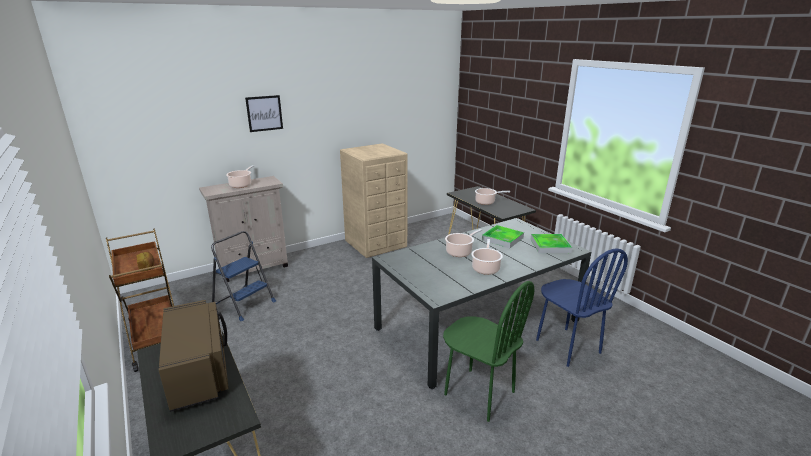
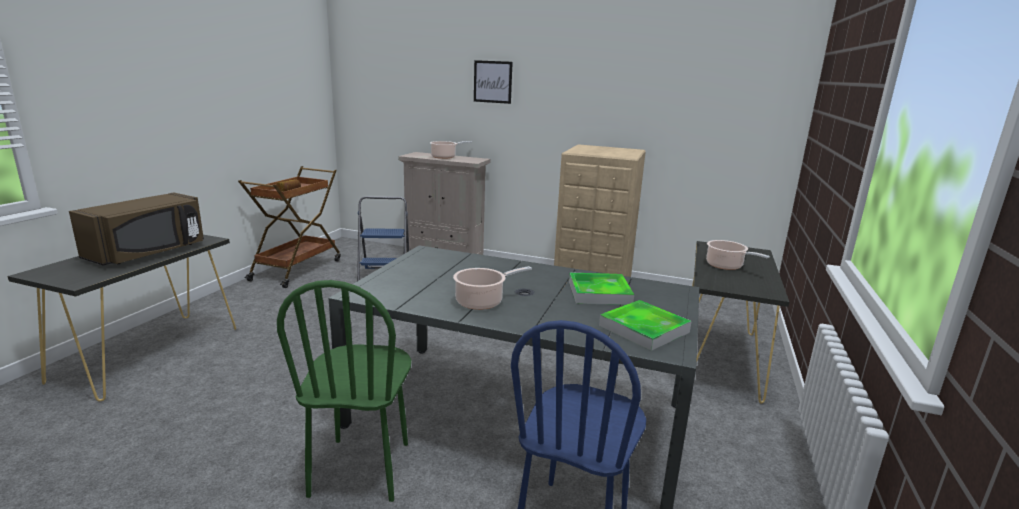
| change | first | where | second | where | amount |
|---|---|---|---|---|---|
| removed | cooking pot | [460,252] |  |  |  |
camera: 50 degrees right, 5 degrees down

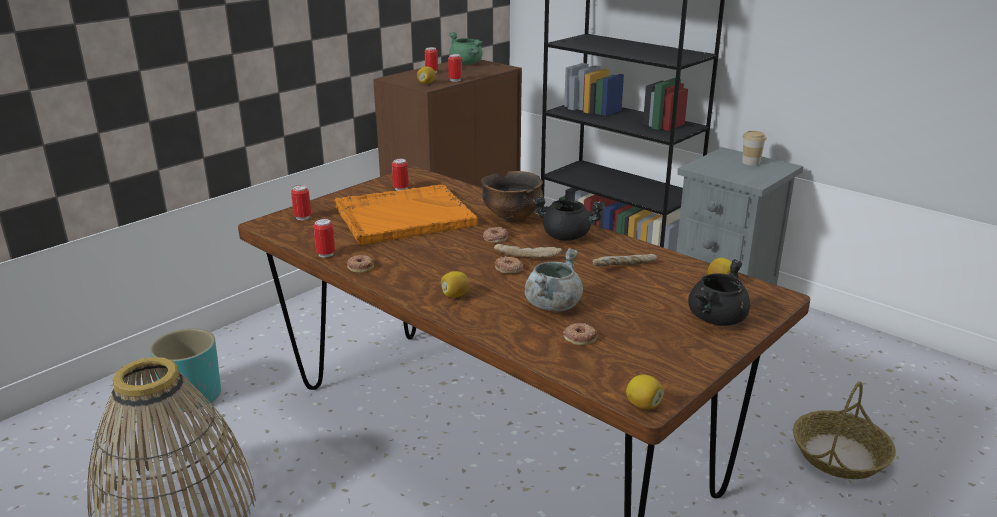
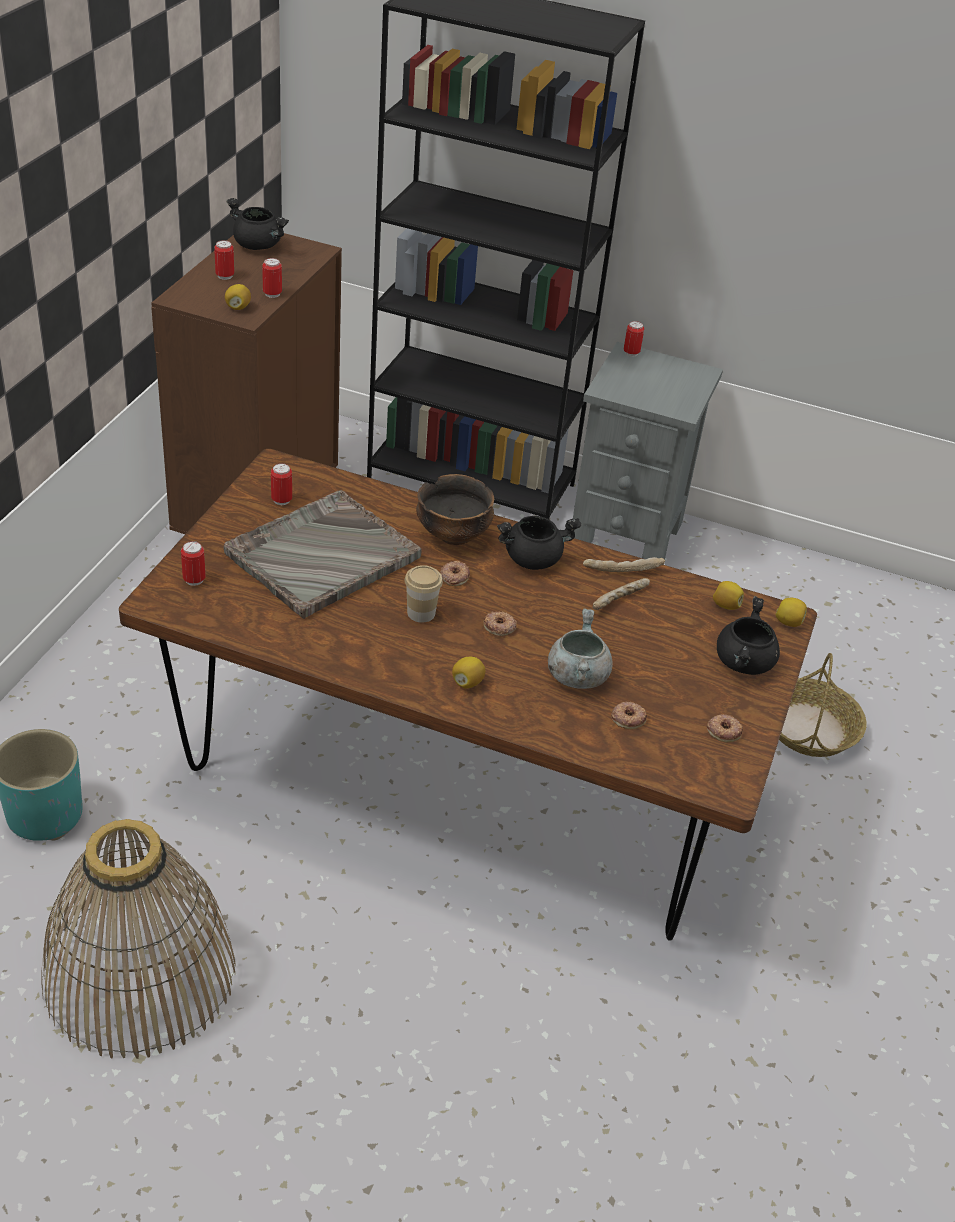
| change | first | where | second | where | amount |
|---|---|---|---|---|---|
| moved | can | [325,254] |  | [631,353] |  |
| moved | donut | [360,266] |  | [724,730] |  |
| moved | bread | [527,256] |  | [622,569] |  |
| moved | lemon | [643,405] |  | [788,622] |  |
| moved | cup | [750,162] |  | [421,613] |  |
| recoloured | orange tray | [403,216] | grey tray | [321,556] |  |
| recoloured | green cooking pot | [467,64] | black cooking pot | [259,245] |  |
camera: 25 degrees left, 15 degrees up

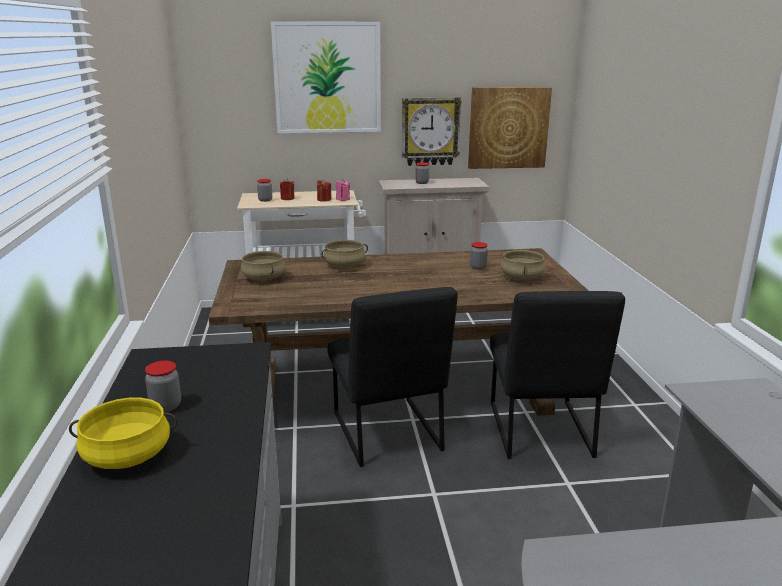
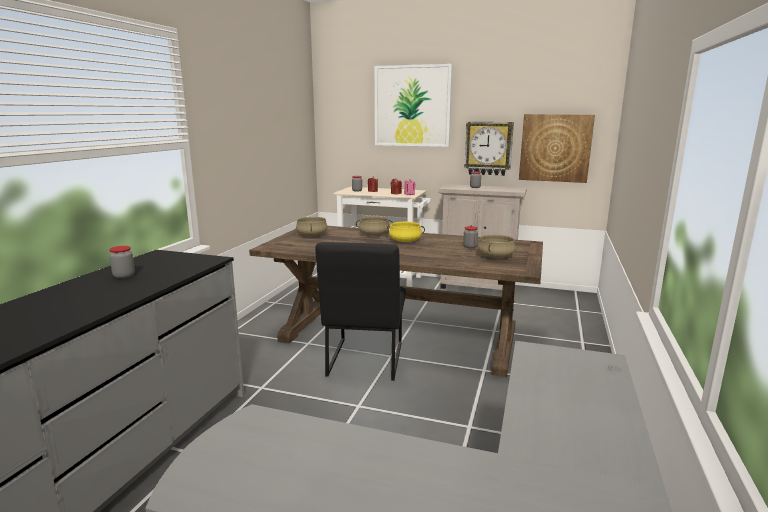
| change | first | where | second | where | amount |
|---|---|---|---|---|---|
| removed | black chair | [539,431] |  |  |  |
| moved | yellow cooking pot | [127,455] |  | [405,241] |  |
camera: 25 degrees right, 5 degrees down

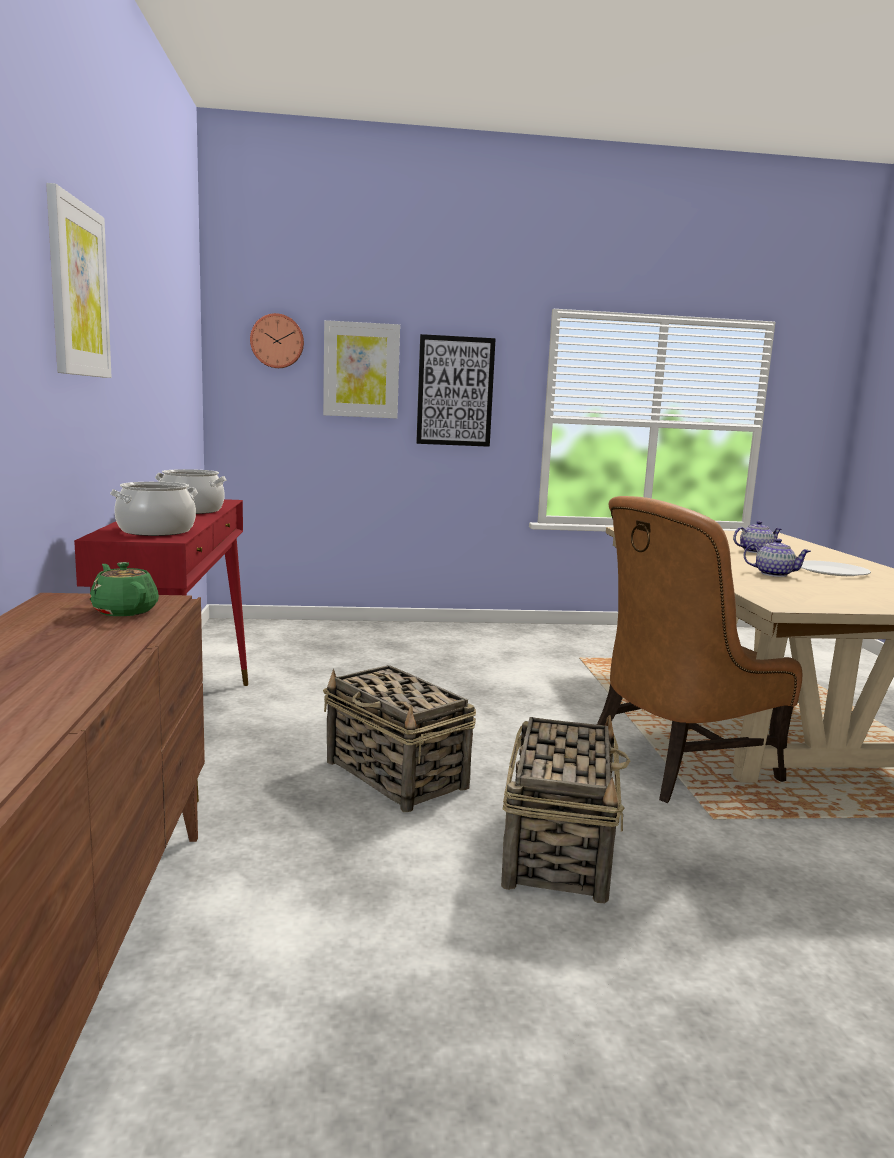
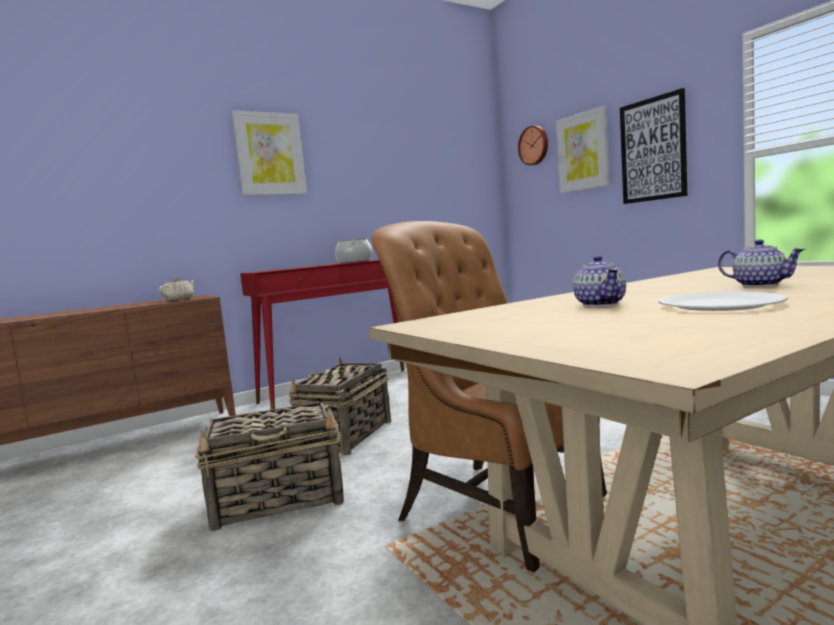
| change | first | where | second | where | amount |
|---|---|---|---|---|---|
| removed | cooking pot | [156,531] |  |  |  |
| recoloured | green teapot | [124,611] | beige teapot | [179,300] |  |
camera: 65 degrees right, 5 degrees down

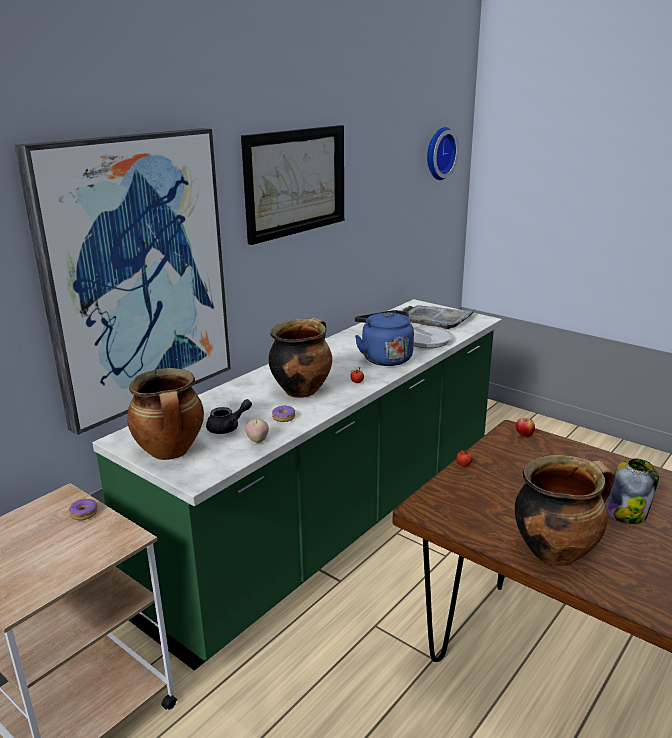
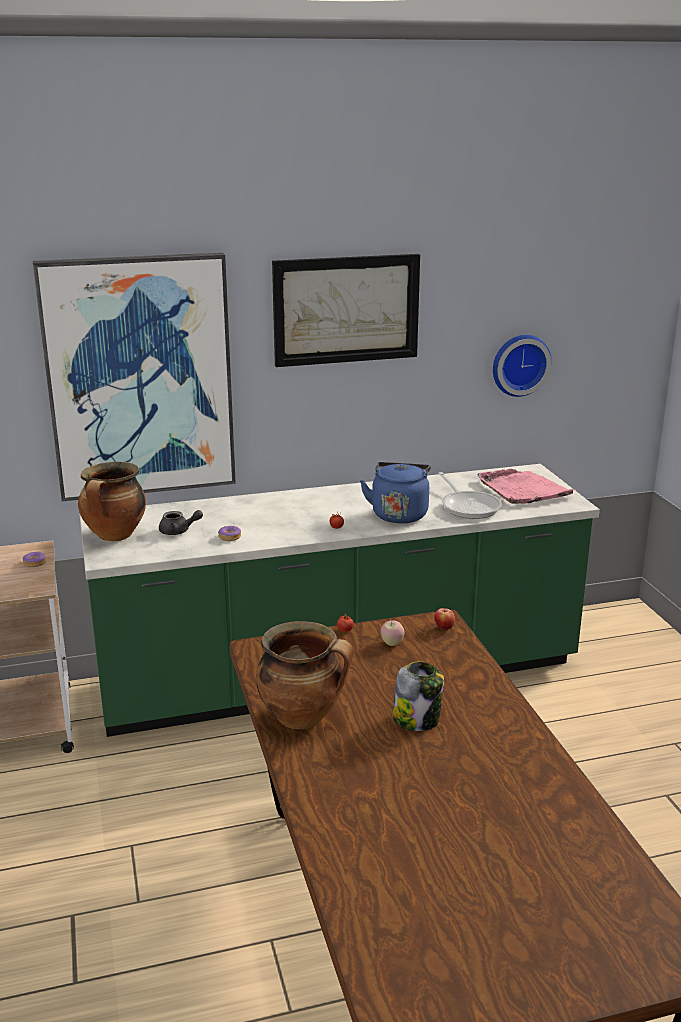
| change | first | where | second | where | amount |
|---|---|---|---|---|---|
| removed | cooking pot | [301,390] |  |  |  |
| moved | apple | [257,440] |  | [392,643] |  |
| moved | wall clock | [438,153] |  | [519,364] |  |
| recoloured | grey tray | [435,318] | pink tray | [523,490] |  |
camera: 35 degrees right, 0 degrees up

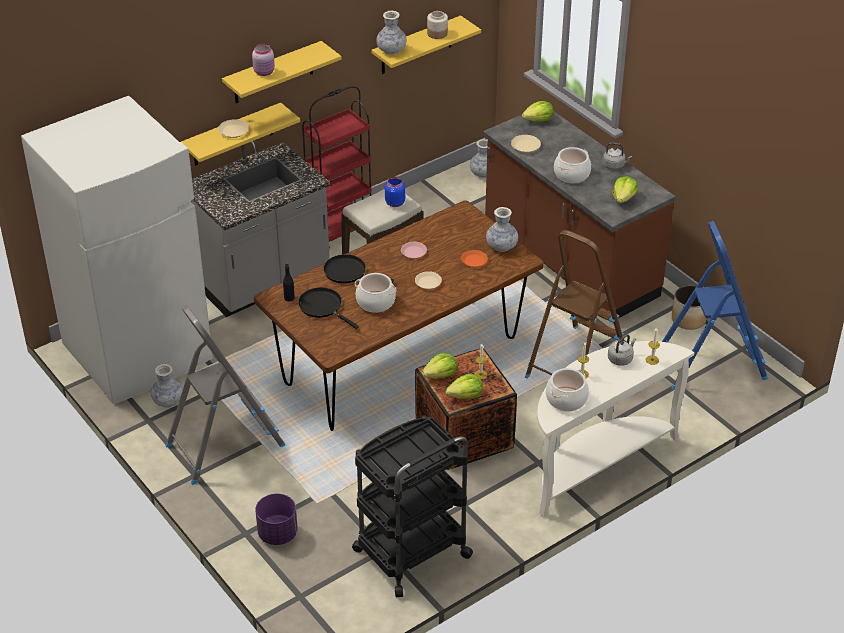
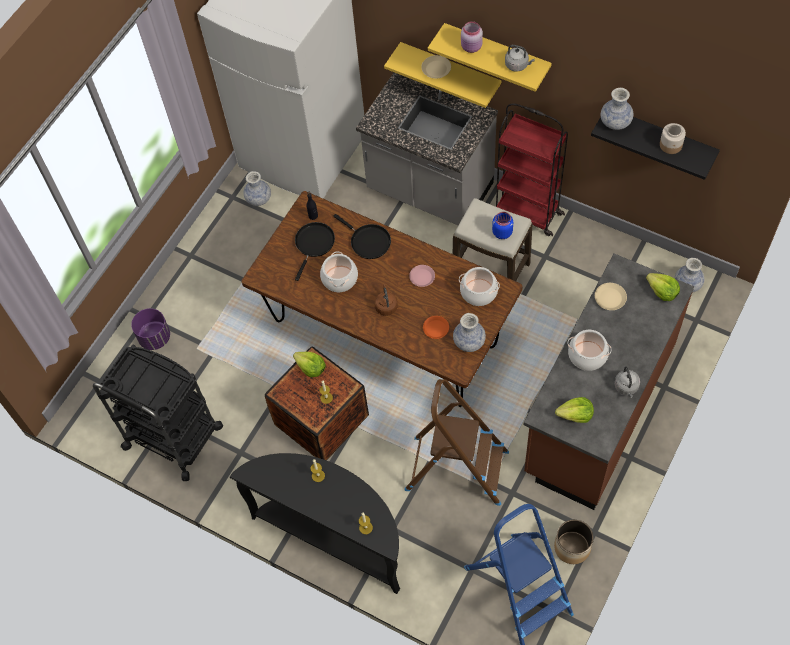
| change | first | where | second | where | amount |
|---|---|---|---|---|---|
| removed | grey step ladder | [226,445] |  |  |  |
| removed | lettuce | [466,396] |  |  |  |
| moved | cooking pot | [566,399] |  | [479,292] |  |
| moved | grey kettle | [621,359] |  | [518,65] |  |
| replaced | beige plate | [428,282] | brown kettle | [386,306] |  |
| recoloured | yellow shelf | [416,46] | black shelf | [659,138] |  |
| recoloured | white console table | [595,463] | black console table | [334,536] |  |
| turned | black frying pan | [348,272] |  | [368,241] | 135 degrees clockwise |
camera: 70 degrees right, 20 degrees up

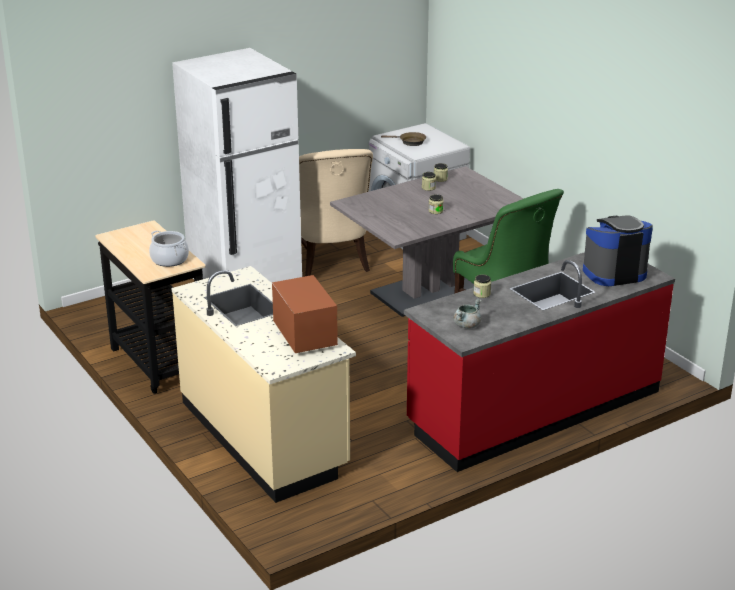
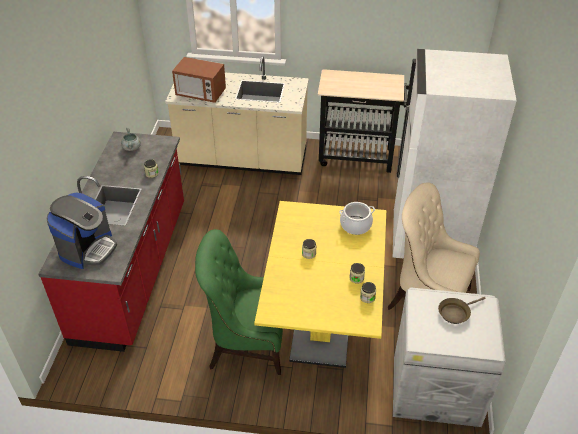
| change | first | where | second | where | amount |
|---|---|---|---|---|---|
| moved | cooking pot | [169,259] |  | [355,225] |  |
| recoloured | grey dining table | [430,291] | yellow dining table | [322,323] |  |
camera: 130 degrees right, 15 degrees up

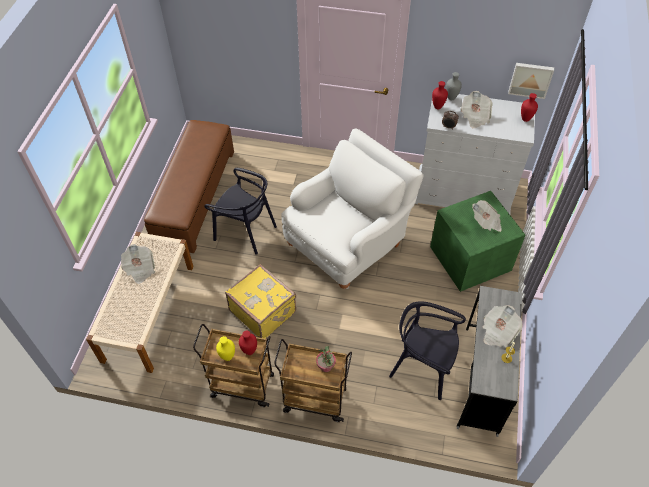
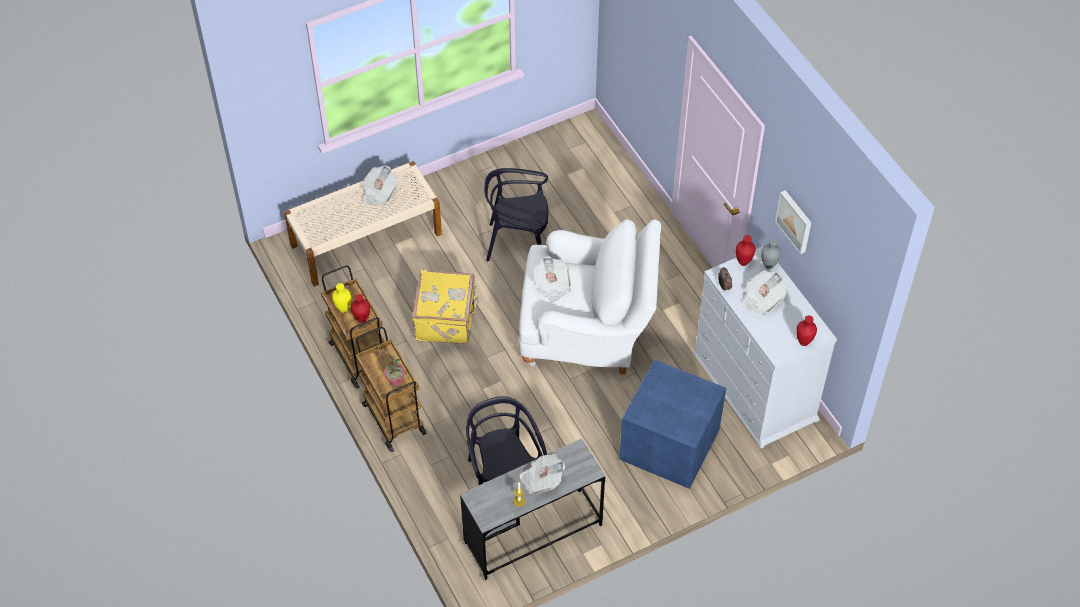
| change | first | where | second | where | amount |
|---|---|---|---|---|---|
| removed | brown bench | [195,196] |  |  |  |
| moved | newspaper | [486,222] |  | [552,286] |  |
| moved | picture | [530,79] |  | [795,221] |  |
| recoloured | green storage box | [471,259] | blue storage box | [670,445] |  |
| turned | black chair | [245,231] |  | [518,243] | 105 degrees clockwise |
camera: 50 degrees right, 0 degrees up

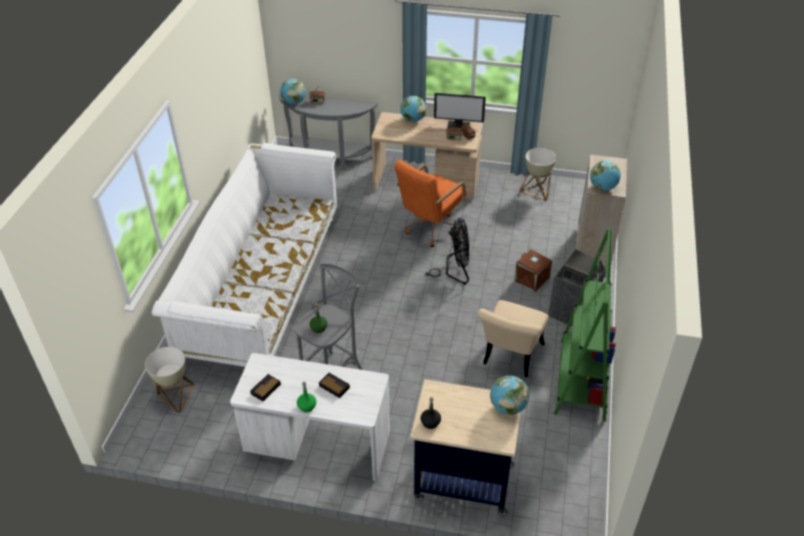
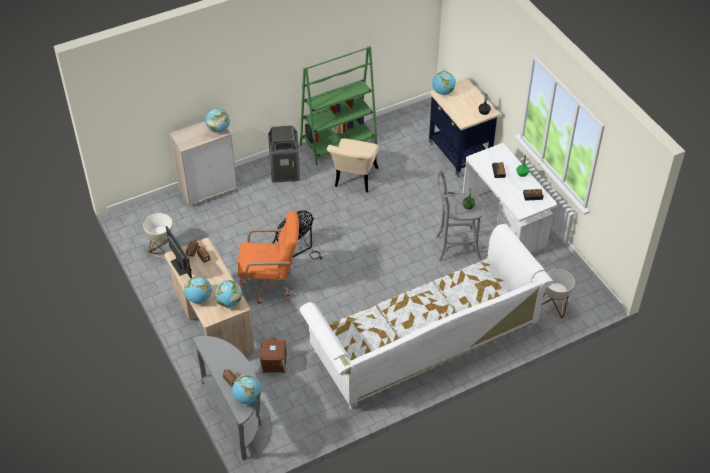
| change | first | where | second | where | amount |
|---|---|---|---|---|---|
| added |  |  | globe | [229,302] |  |
| moved | brown storage box | [531,280] |  | [274,363] |  |
| turned | beige chair | [510,357] |  | [354,180] | 120 degrees clockwise |
camera: 130 degrees left, 5 degrees up

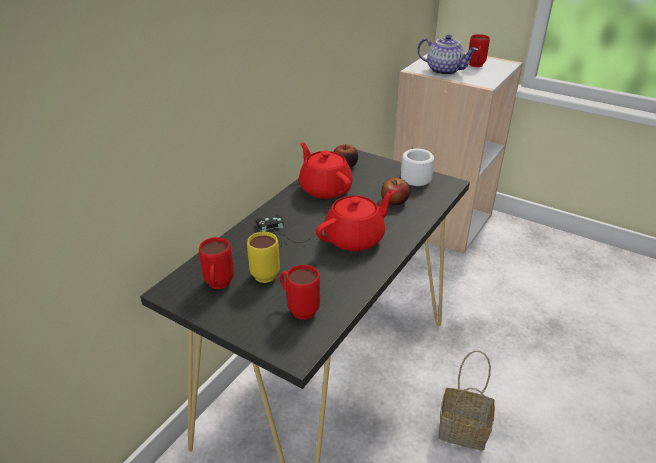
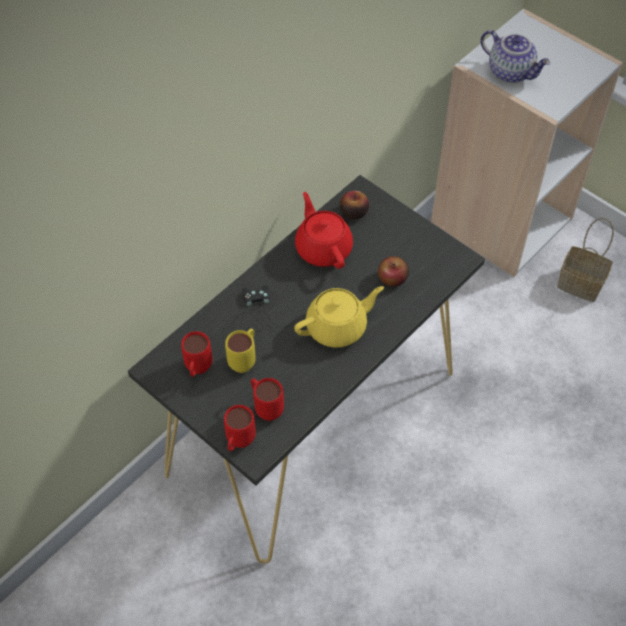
| change | first | where | second | where | amount |
|---|---|---|---|---|---|
| removed | white mug | [412,178] |  |  |  |
| moved | basket | [464,429] |  | [582,284] |  |
| moved | red mug | [475,66] |  | [238,443] |  |
| recoloured | red teapot | [355,238] | yellow teapot | [337,327] |  |
camera: 10 degrees right, 20 degrees up

